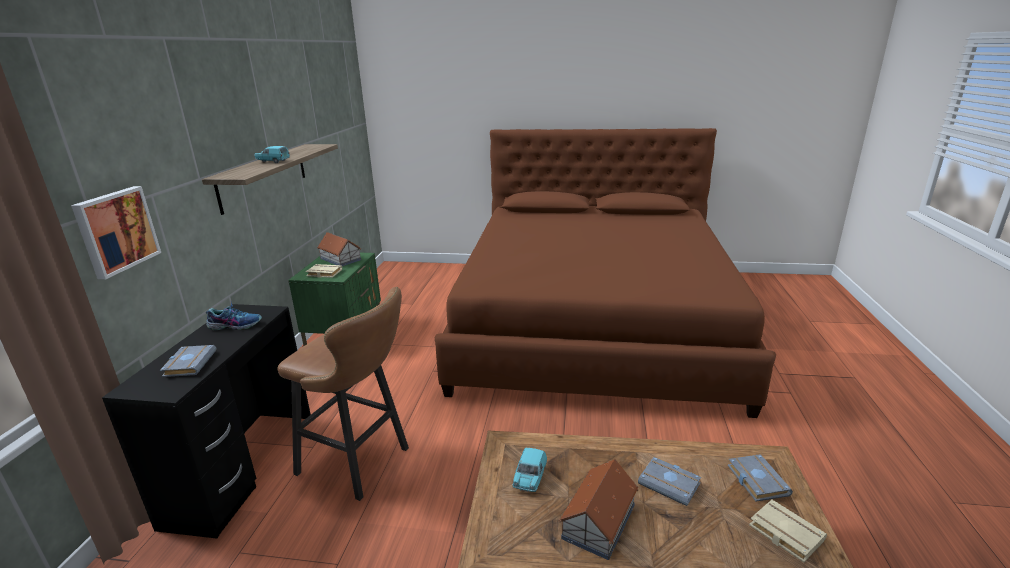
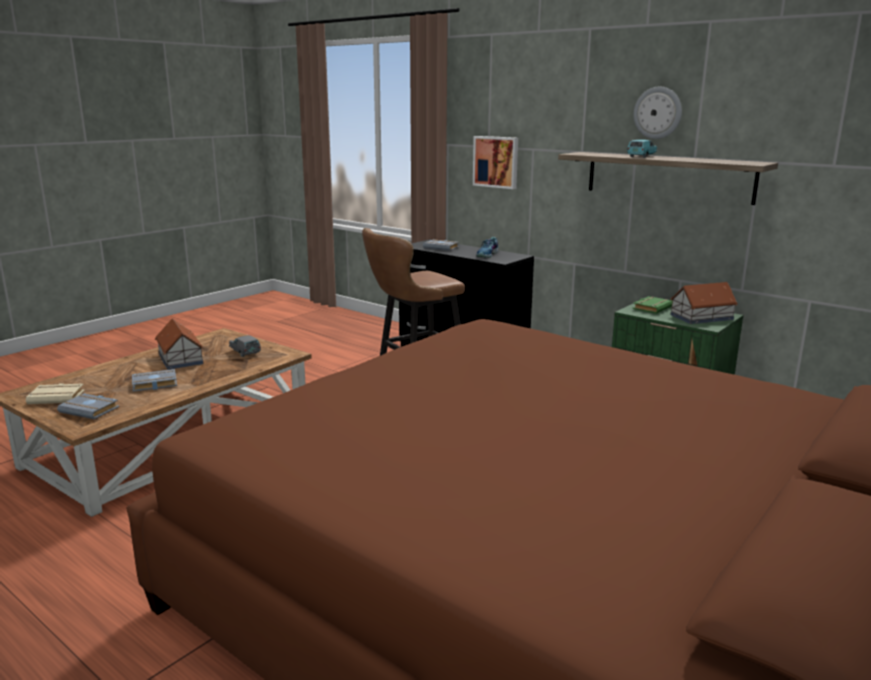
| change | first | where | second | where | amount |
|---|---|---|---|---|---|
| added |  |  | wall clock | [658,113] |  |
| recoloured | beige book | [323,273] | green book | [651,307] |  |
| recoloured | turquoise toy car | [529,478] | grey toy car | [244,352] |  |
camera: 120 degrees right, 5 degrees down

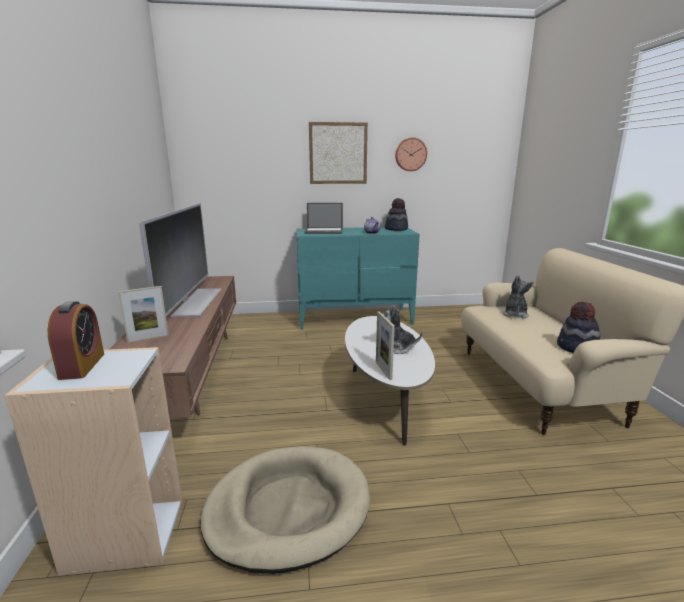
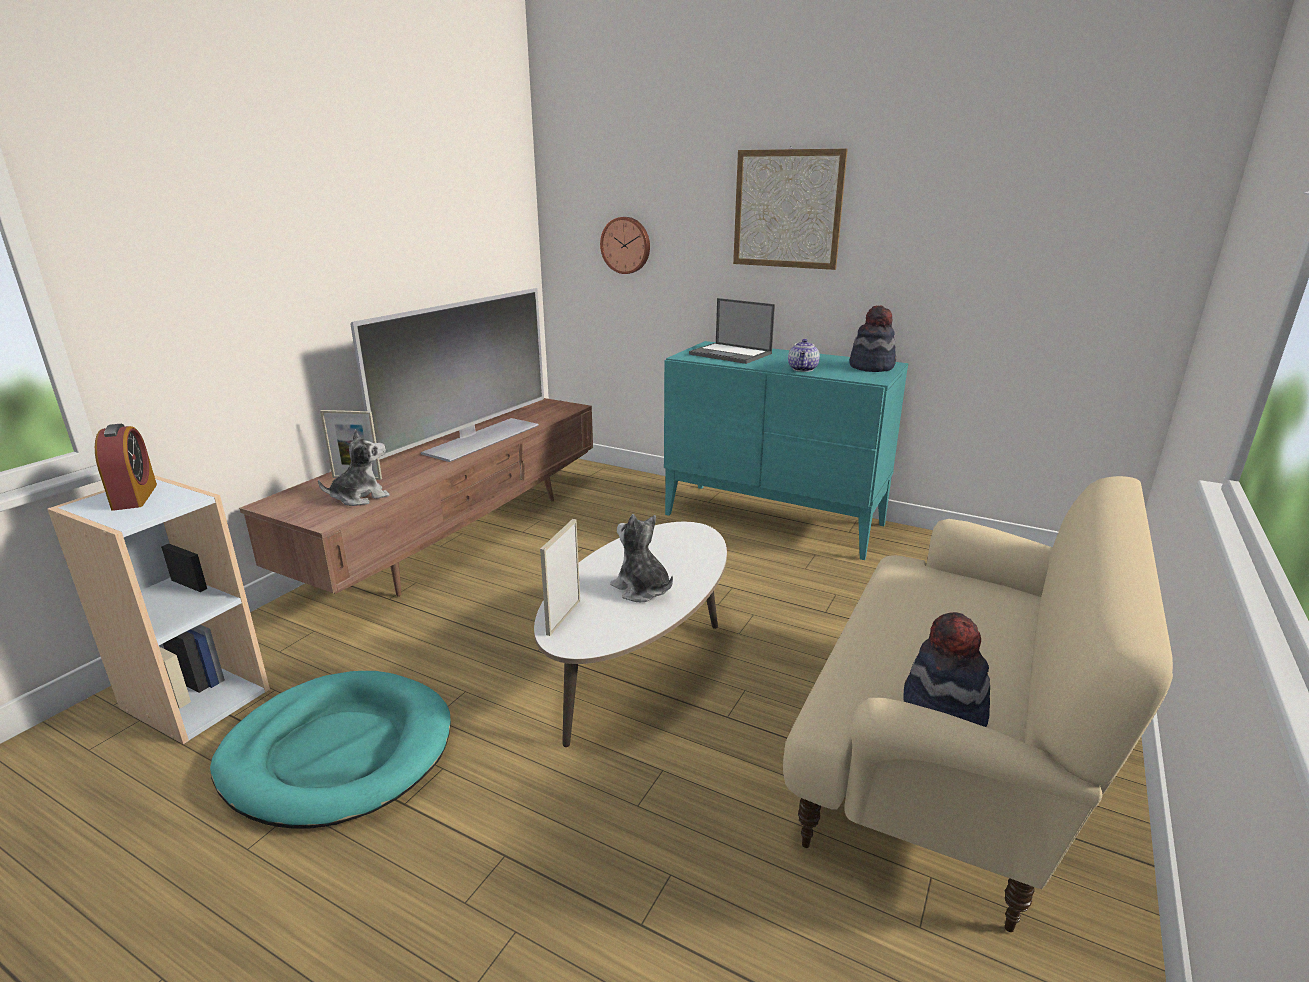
| change | first | where | second | where | amount |
|---|---|---|---|---|---|
| moved | wall clock | [410,154] |  | [626,245] |  |
| moved | plush toy | [515,314] |  | [360,497] |  |
| recoloured | beige dog bed | [288,509] | turquoise dog bed | [338,752] |  |
| turned | alarm clock | [82,366] |  | [135,497] | 45 degrees counterclockwise |
camera: 35 degrees right, 5 degrees up

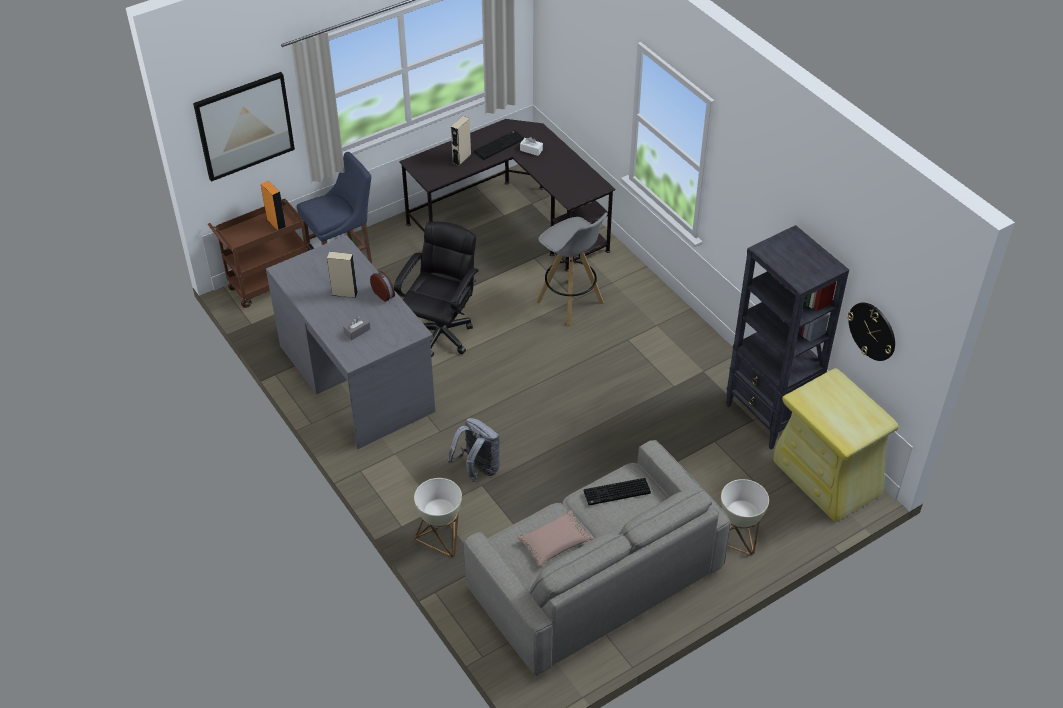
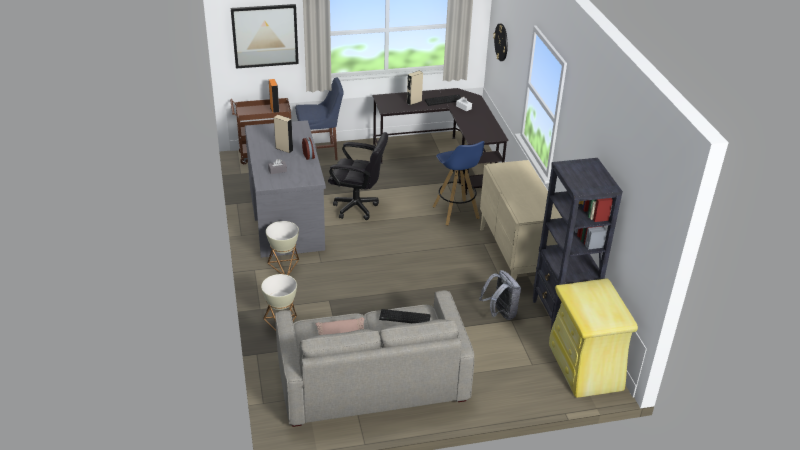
| change | first | where | second | where | amount |
|---|---|---|---|---|---|
| added |  |  | beige cabinet | [514,256] |  |
| moved | grey backpack | [477,469] |  | [500,313] |  |
| moved | planter | [737,539] |  | [284,267] |  |
| moved | wall clock | [872,331] |  | [501,42] |  |
| recoloured | grey stool | [570,303] | blue stool | [455,213] |  |
| turned | black office chair | [442,333] |  | [358,208] | 60 degrees clockwise |
camera: 20 degrees right, 10 degrees down

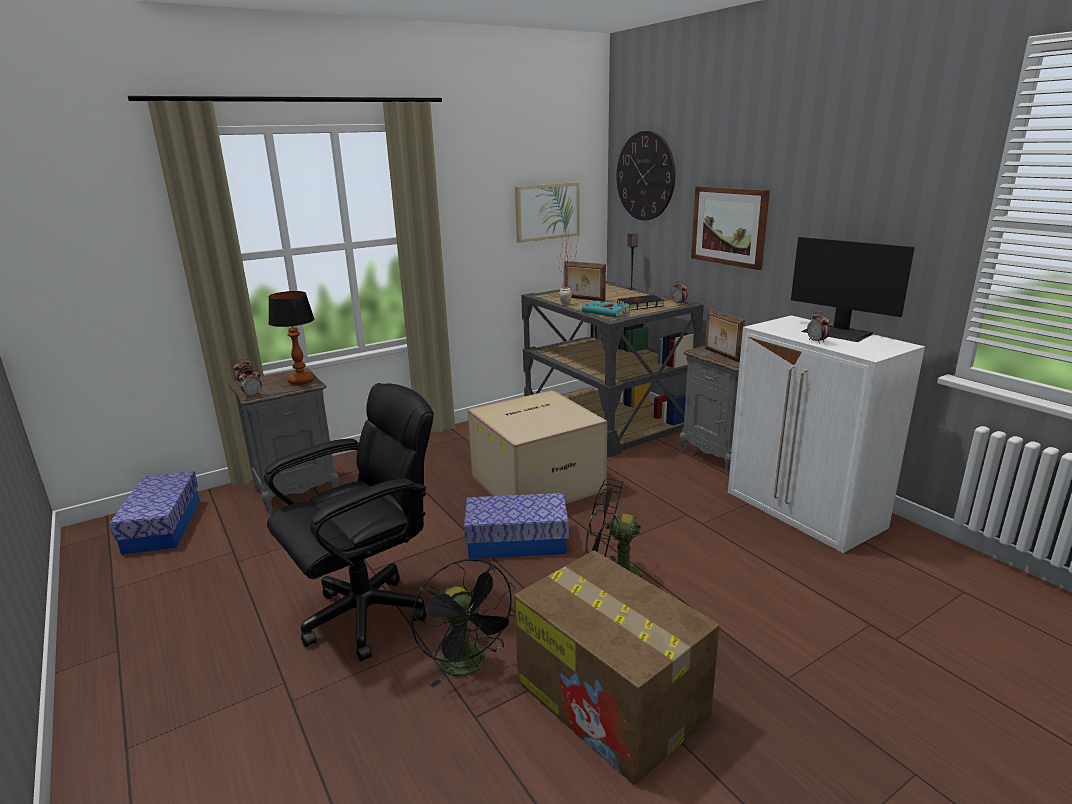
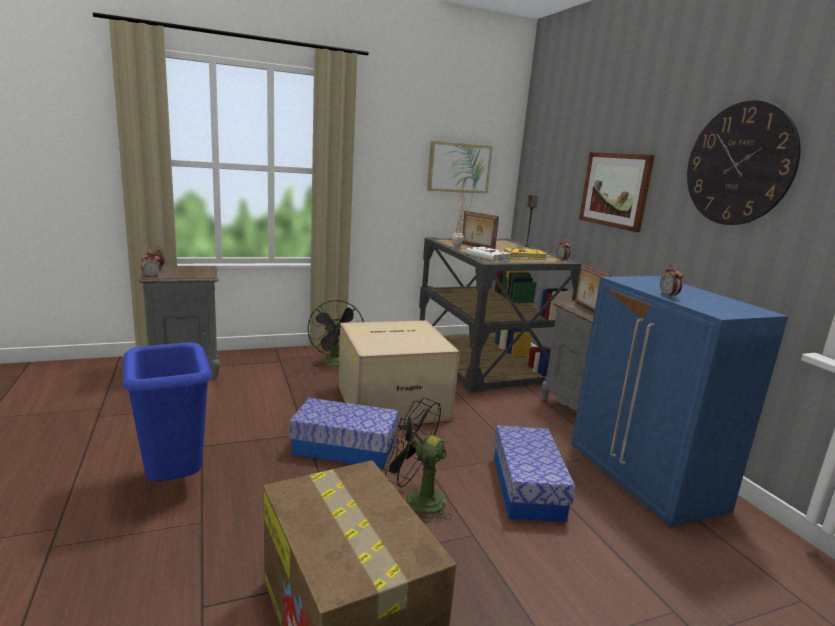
| change | first | where | second | where | amount |
|---|---|---|---|---|---|
| removed | table lamp | [302,381] |  |  |  |
| removed | monitor | [837,332] |  |  |  |
| moved | storage box | [163,526] |  | [527,488] |  |
| moved | black fan | [469,667] |  | [336,364] |  |
| moved | wall clock | [645,176] |  | [739,164] |  |
| replaced | black office chair | [370,613] | blue trash can | [174,483] |  |
| recoloured | turquoise book | [607,312] | white book | [489,257] |  |
| recoloured | black book | [639,306] | yellow book | [523,257] |  |
| recoloured | white cabinet | [804,509] | blue cabinet | [645,475] |  |
camera: 10 degrees right, 5 degrees down

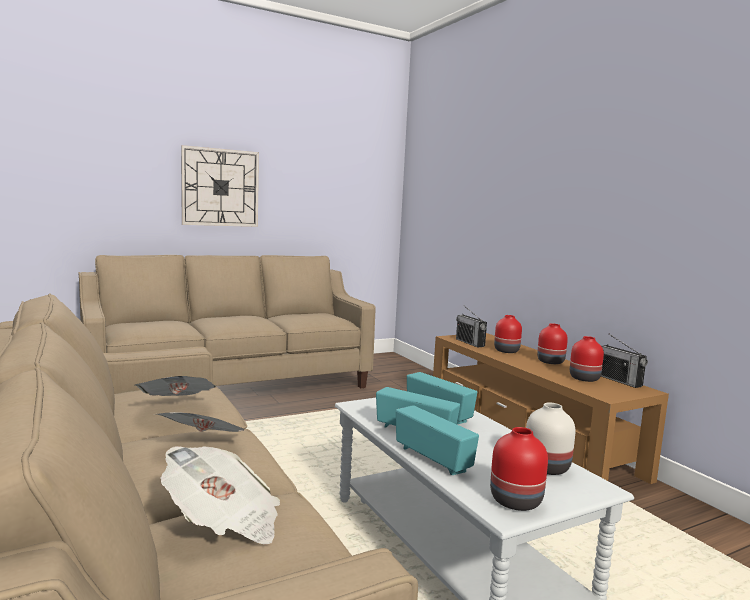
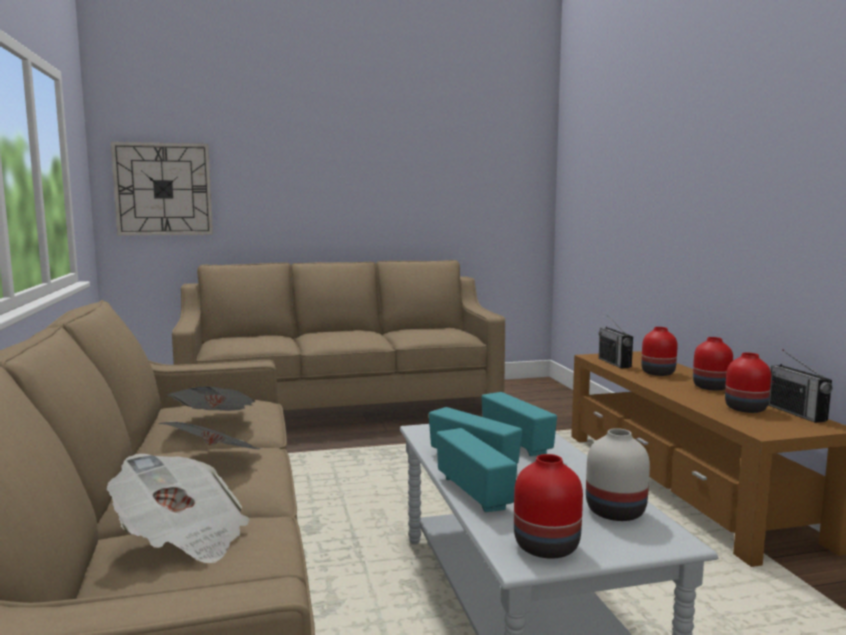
| change | first | where | second | where | amount |
|---|---|---|---|---|---|
| moved | wall clock | [220,187] |  | [163,189] |  |
camera: 15 degrees right, 0 degrees up

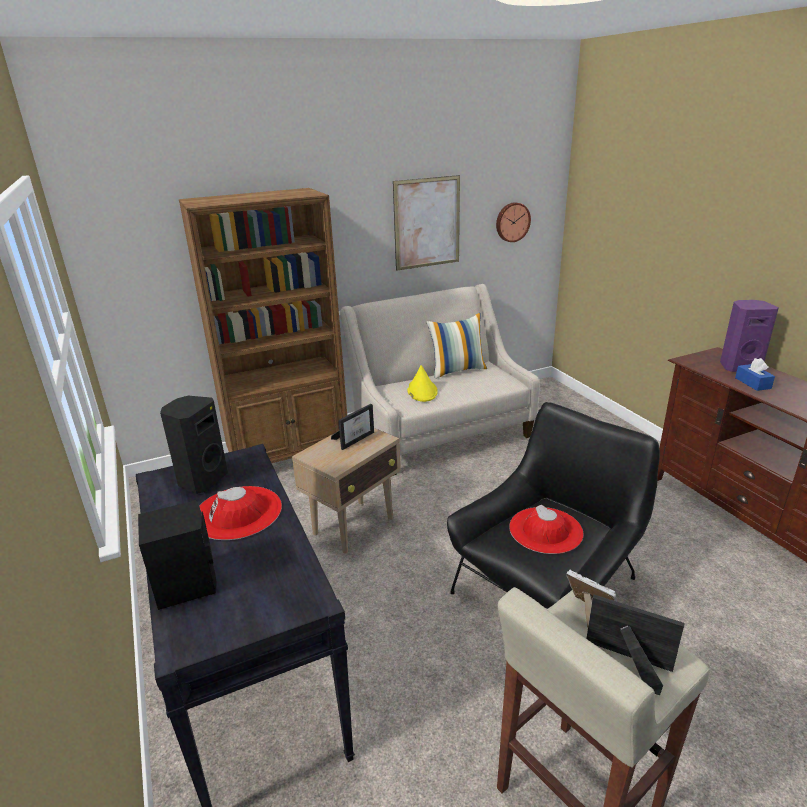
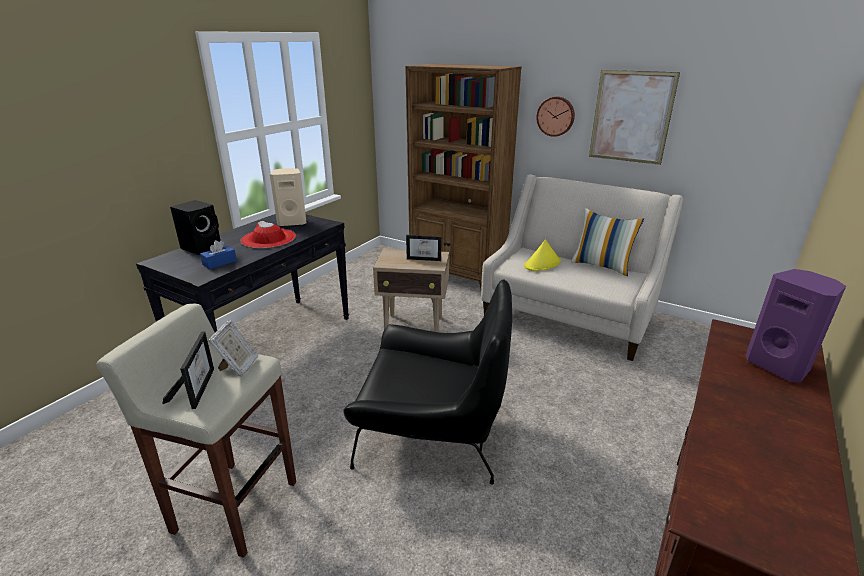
| change | first | where | second | where | amount |
|---|---|---|---|---|---|
| removed | red hat | [545,530] |  |  |  |
| moved | wall clock | [512,222] |  | [556,116] |  |
| moved | blue tissue box | [752,383] |  | [219,263] |  |
| recoloured | black speaker | [201,480] | beige speaker | [292,222] |  |
camera: 55 degrees right, 0 degrees up

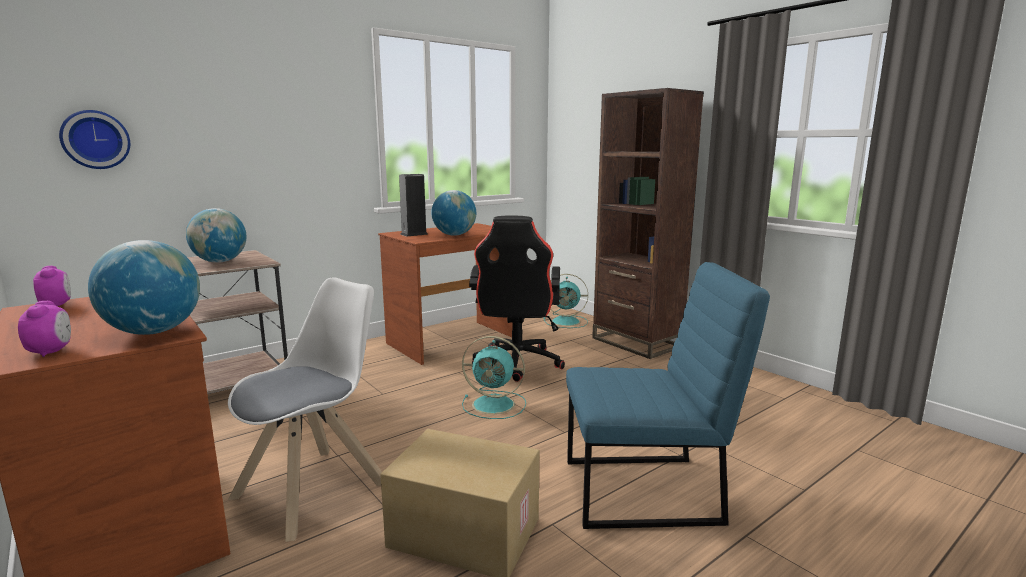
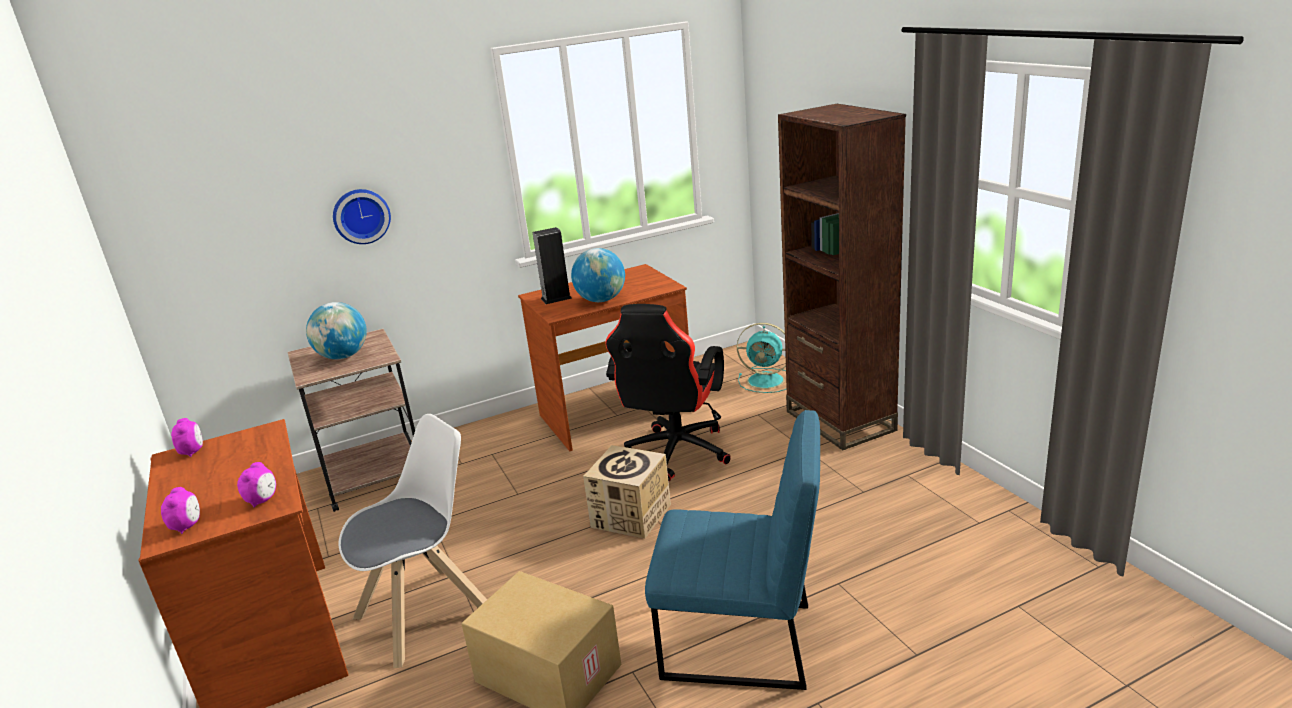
| change | first | where | second | where | amount |
|---|---|---|---|---|---|
| moved | wall clock | [95,139] |  | [361,215] |  |
| replaced | globe | [153,332] | alarm clock | [263,500] |  |
| replaced | turquoise fan | [495,405] | cardboard box | [631,516] |  |
camera: 15 degrees right, 10 degrees up

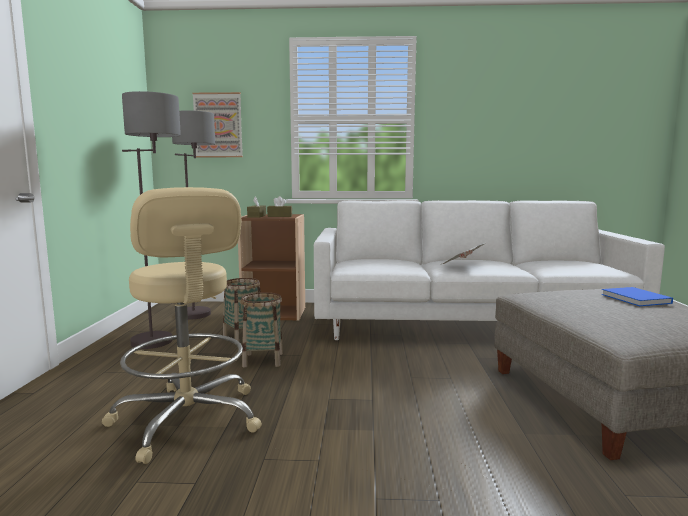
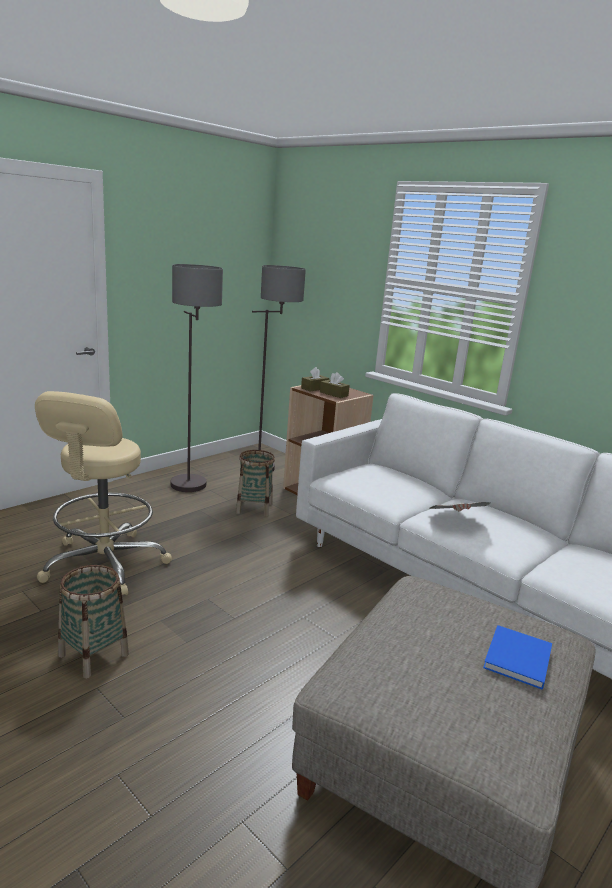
| change | first | where | second | where | amount |
|---|---|---|---|---|---|
| removed | picture | [218,125] |  |  |  |
| moved | basket | [263,360] |  | [94,655] |  |
camera: 40 degrees right, 10 degrees up

